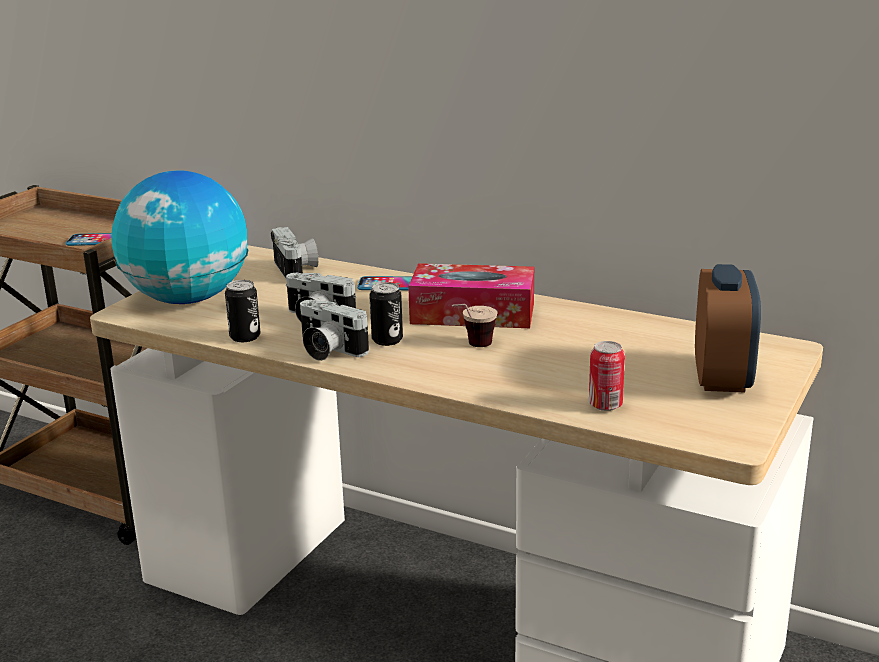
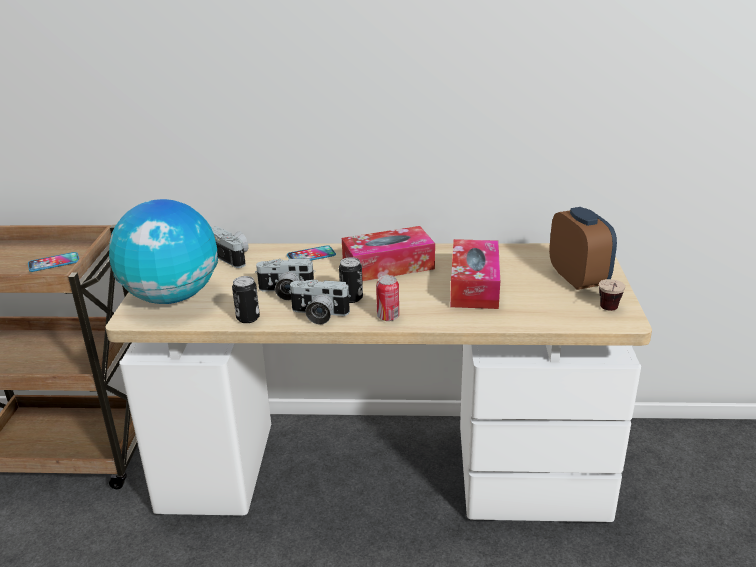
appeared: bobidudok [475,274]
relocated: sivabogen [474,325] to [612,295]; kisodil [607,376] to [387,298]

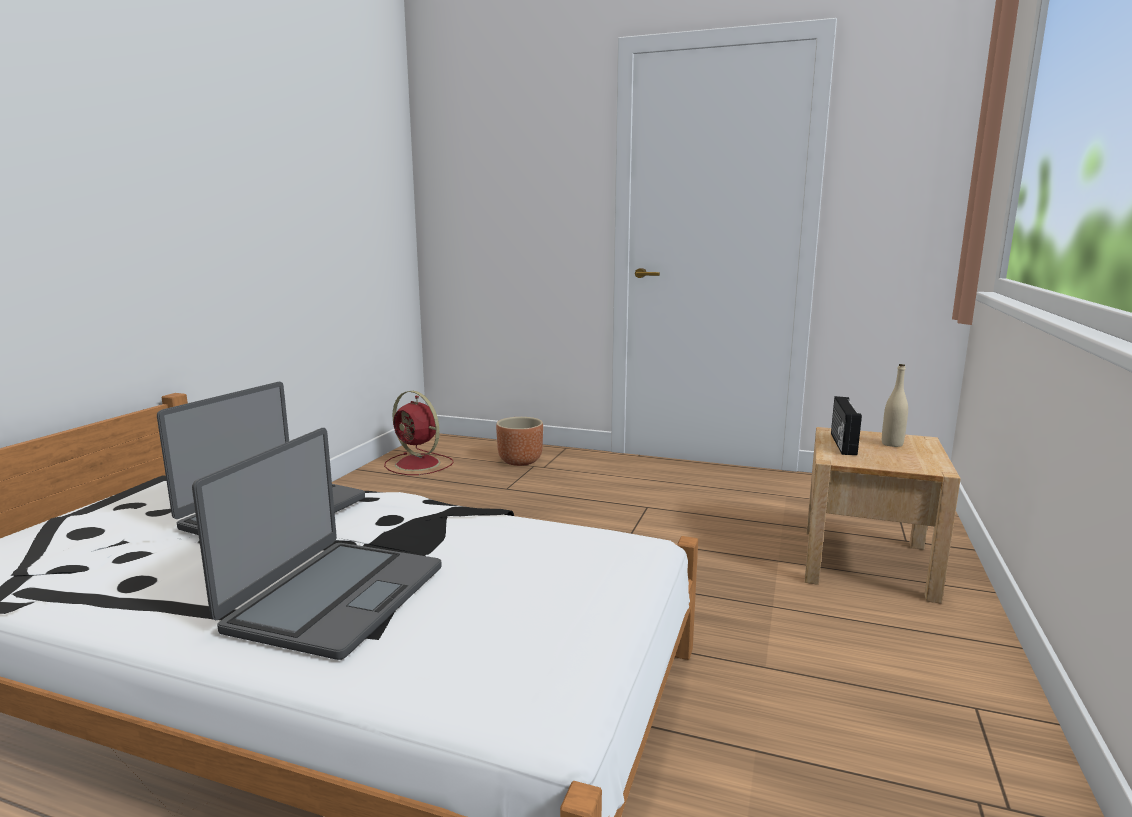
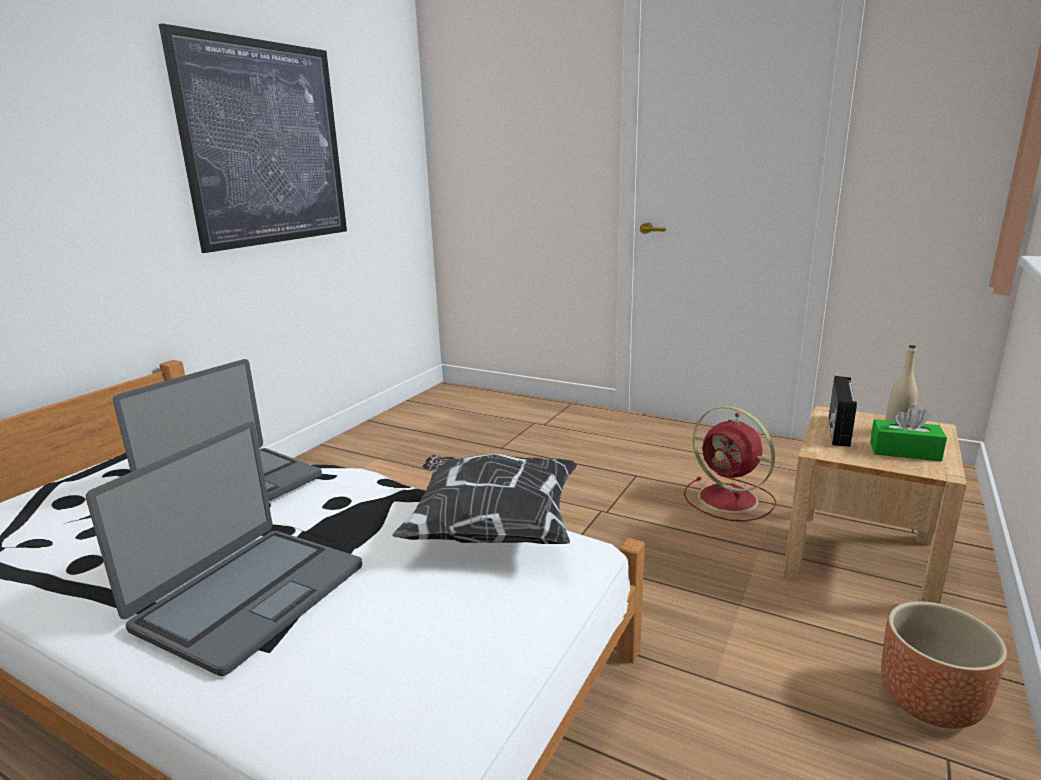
appeared: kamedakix [253,138]; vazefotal [484,499]; green bobidudok [908,433]
relocated: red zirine [419,433] to [730,464]; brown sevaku [519,441] to [944,664]

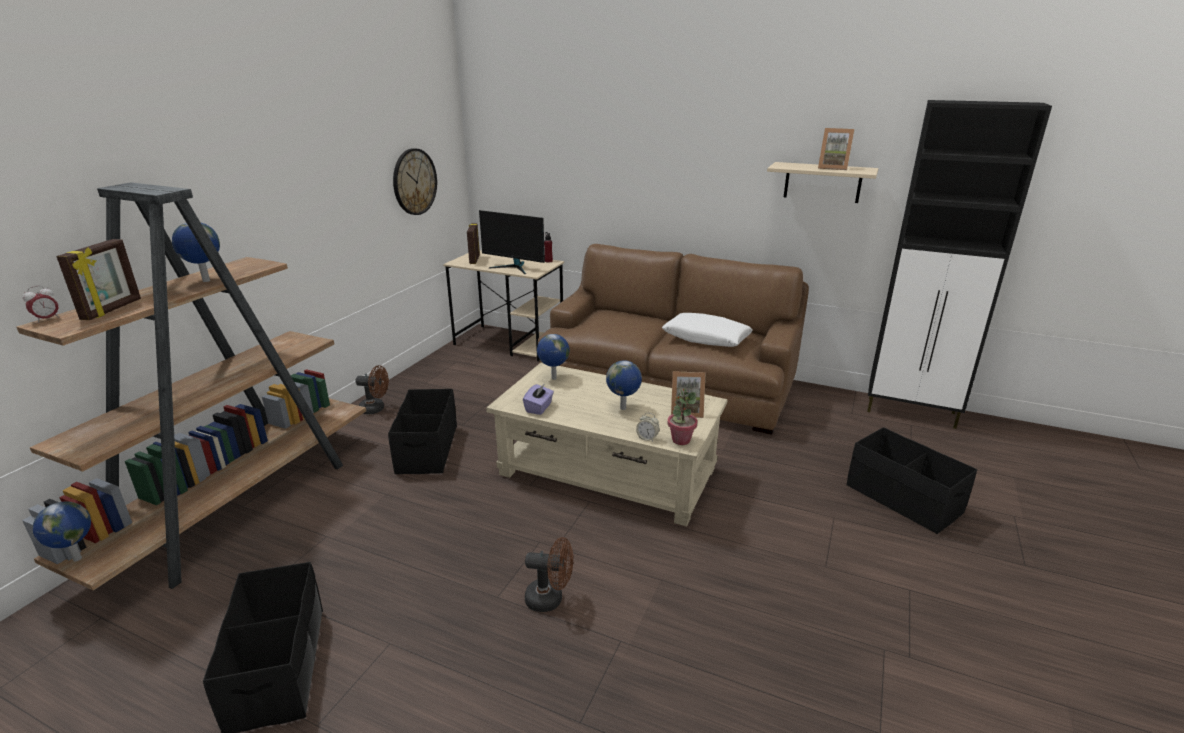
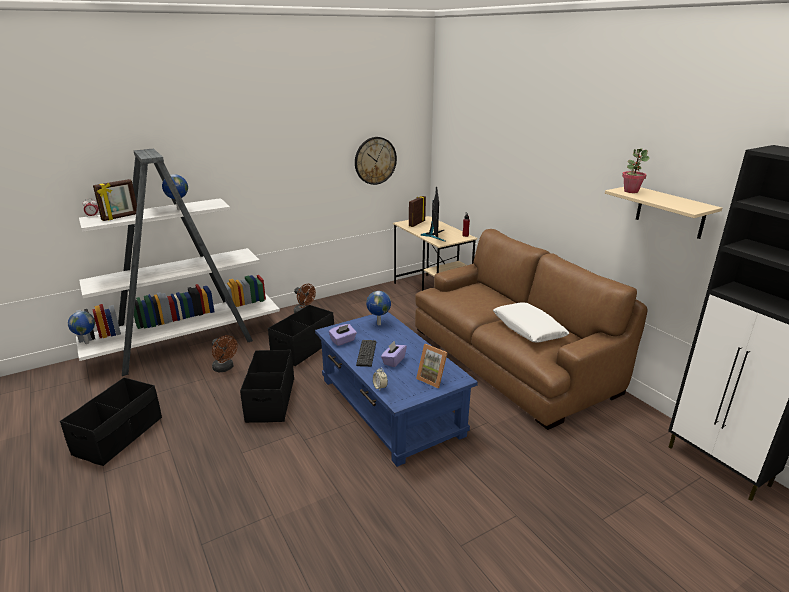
missing: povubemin [836,149]
appeared: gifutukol [366,353]
relocated: brown zirine [549,574] to [225,353]; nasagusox [682,416] to [635,170]; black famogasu [912,480] to [267,386]
exchanged: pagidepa [624,385] to purple bobidudok [394,354]
colour: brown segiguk [191,386] to white segiguk [178,262]; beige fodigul [606,445] to blue fodigul [396,389]
spun: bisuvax [512,242] = [433,214] 150 degrees counterclockwise

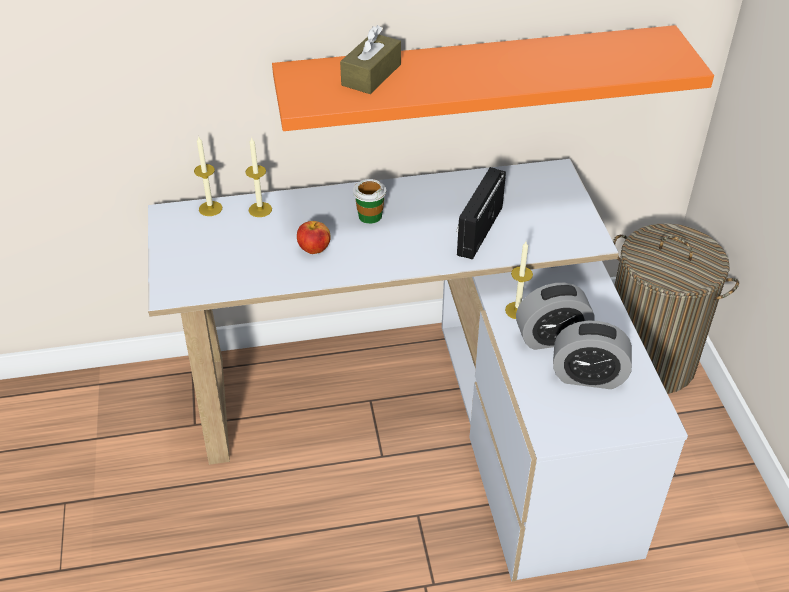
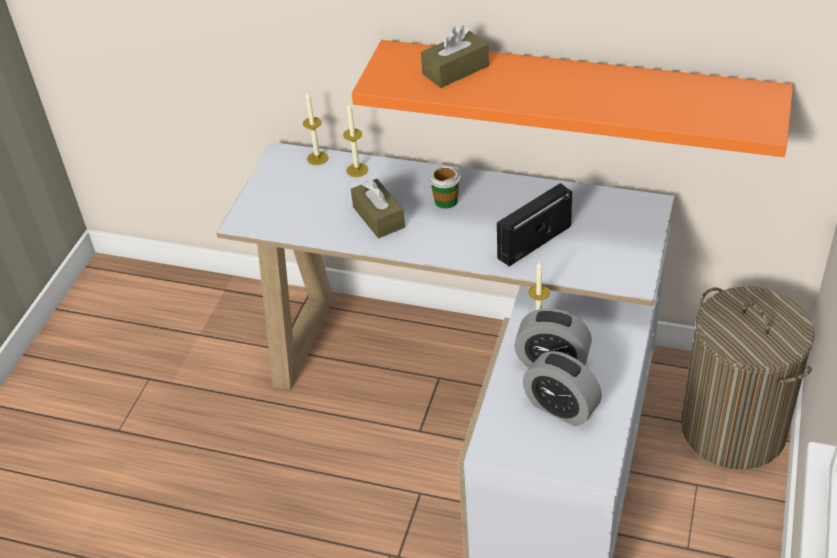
exchanged: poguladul [314,237] to brown bobidudok [378,208]

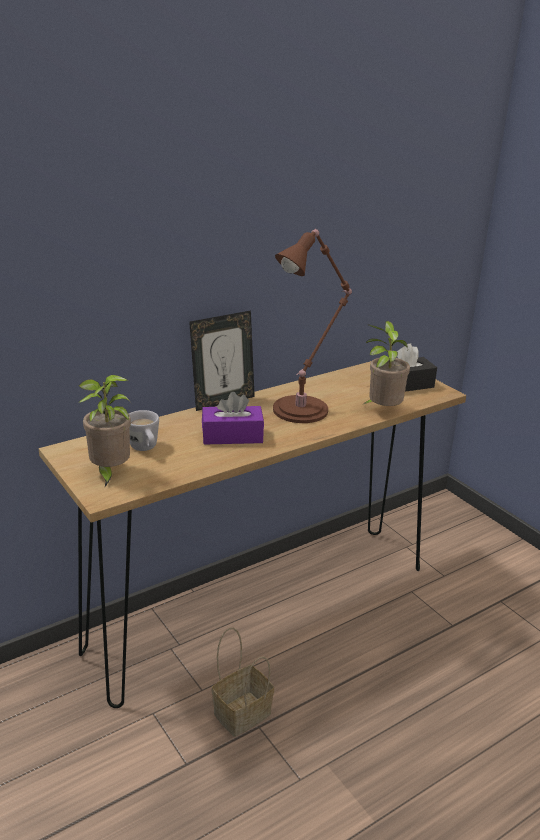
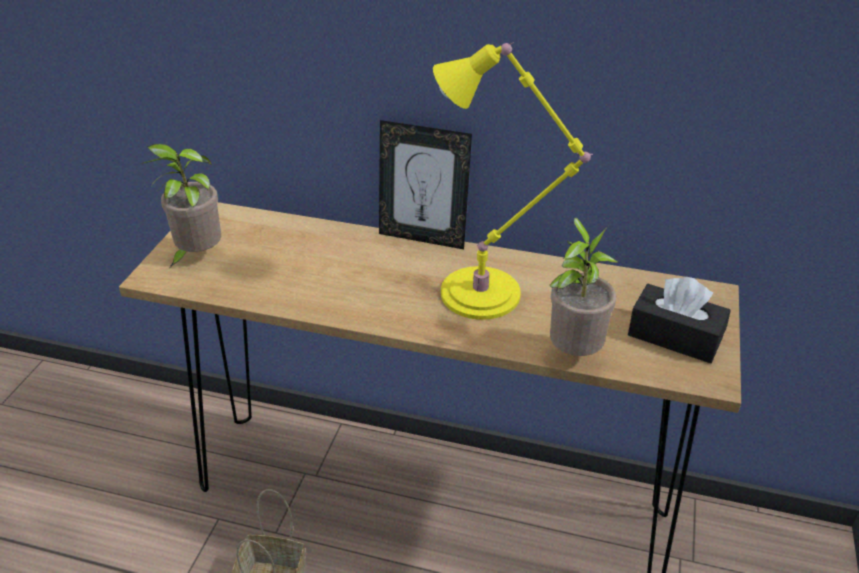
missing: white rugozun [144,430]; purple bobidudok [233,418]
colour: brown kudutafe [312,325] to yellow kudutafe [513,181]

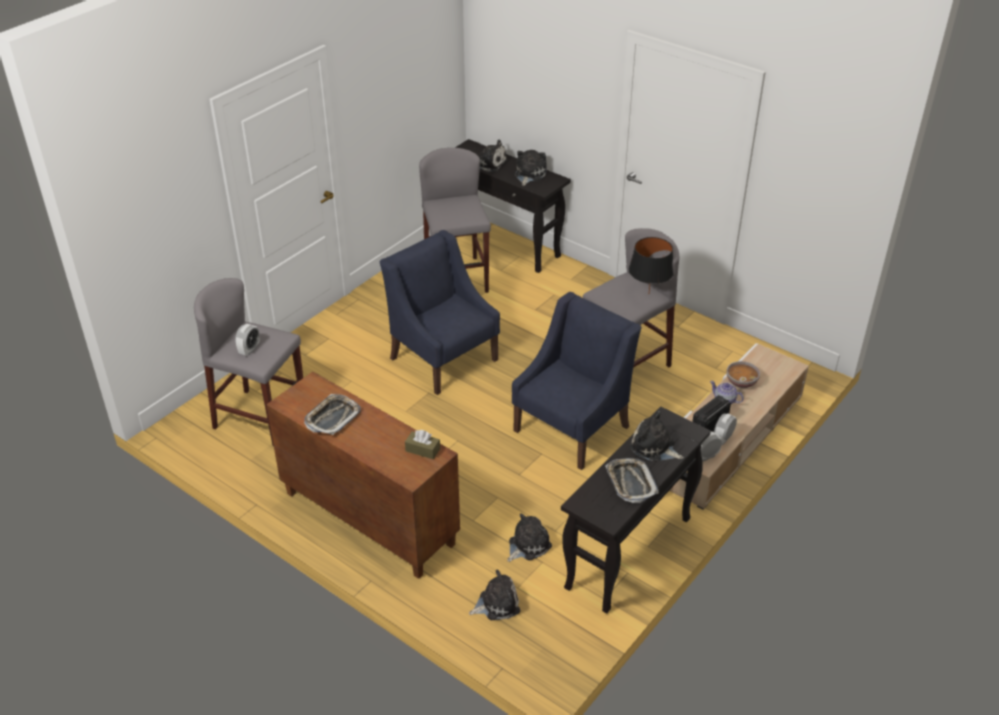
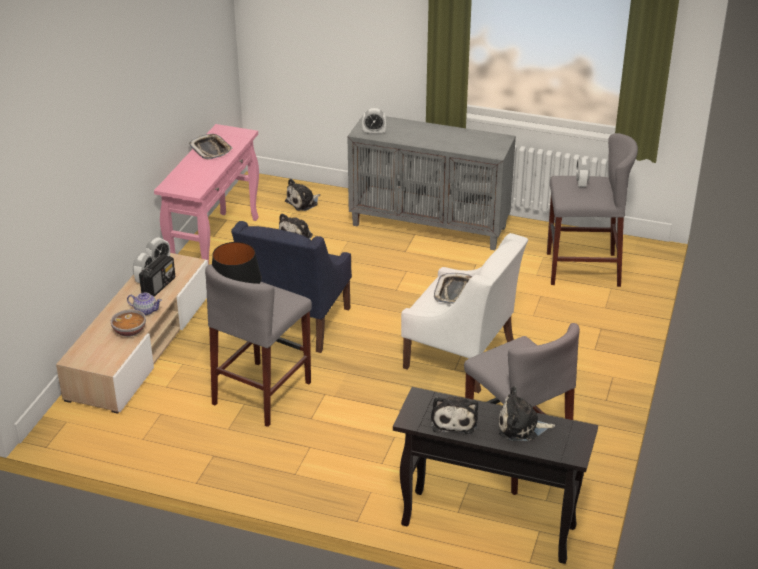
missing: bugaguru [657,436]
relocated: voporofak [332,414] to [453,288]
exchanged: brown bobidudok [422,444] to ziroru [374,121]
colour: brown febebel [363,475] to grey febebel [431,183]; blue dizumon [439,312] to white dizumon [464,313]; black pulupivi [636,510] to pink pulupivi [206,194]

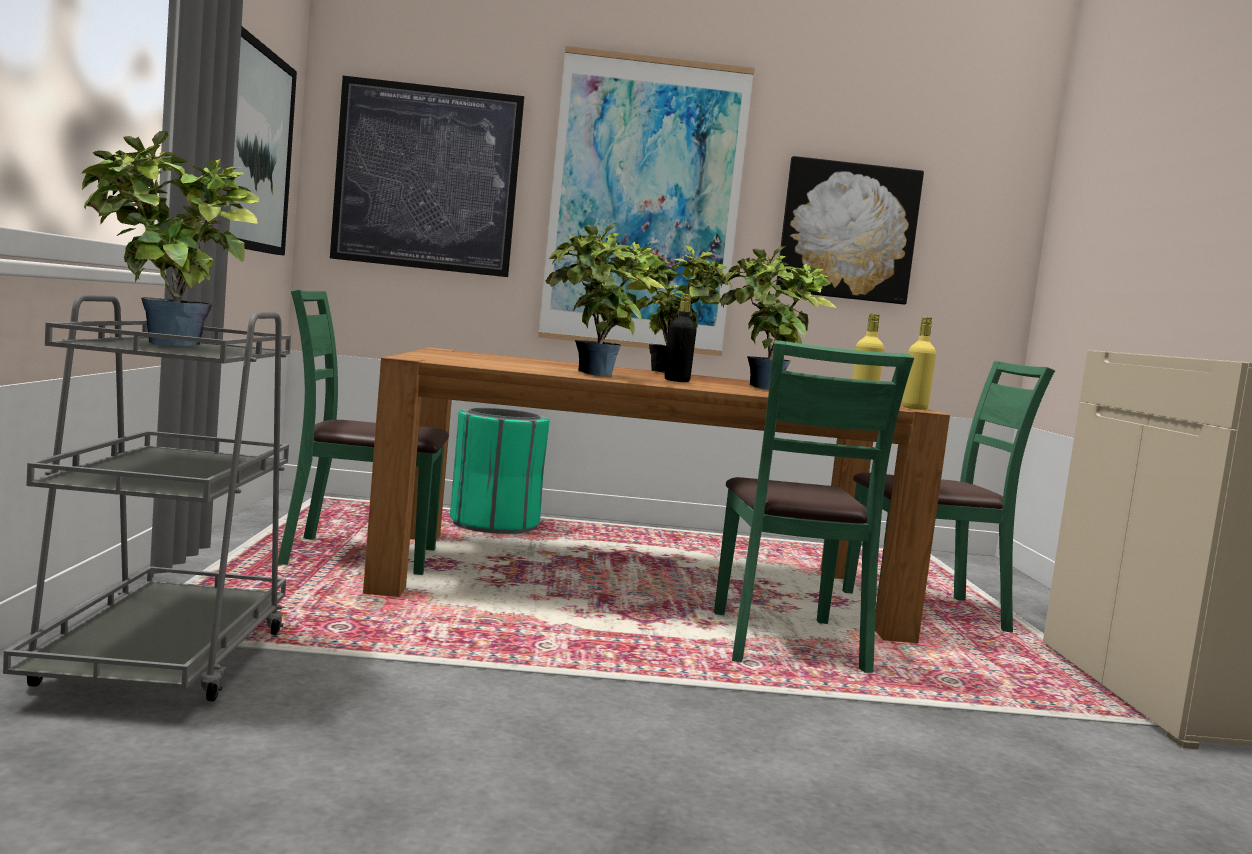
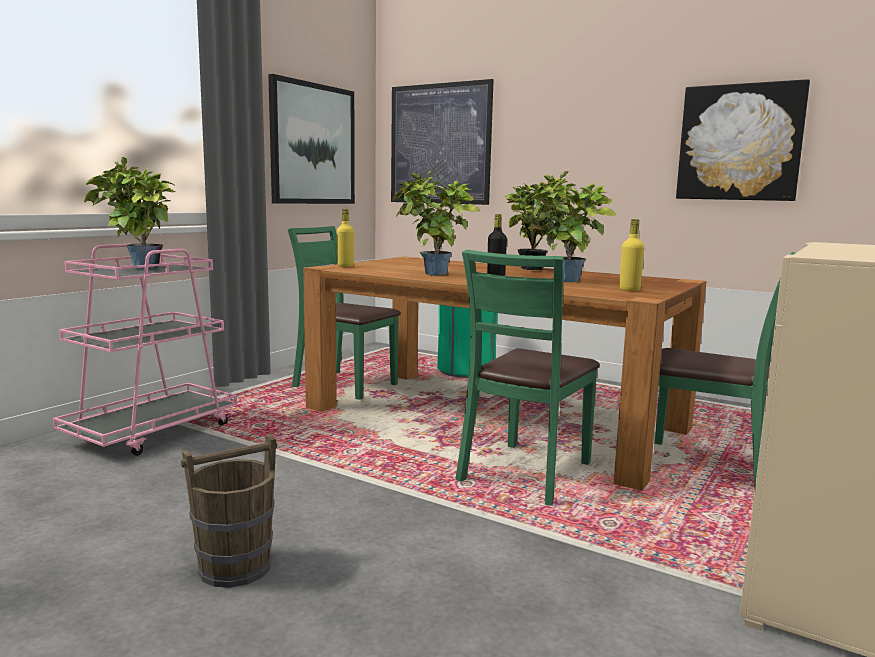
missing: kamedakix [646,201]
appeared: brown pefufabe [229,511]
relocated: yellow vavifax [919,363] to [345,238]
colour: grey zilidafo [147,498] to pink zilidafo [145,350]

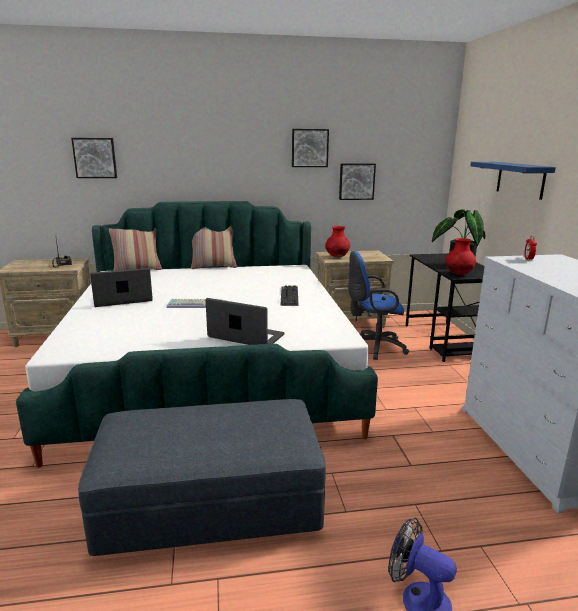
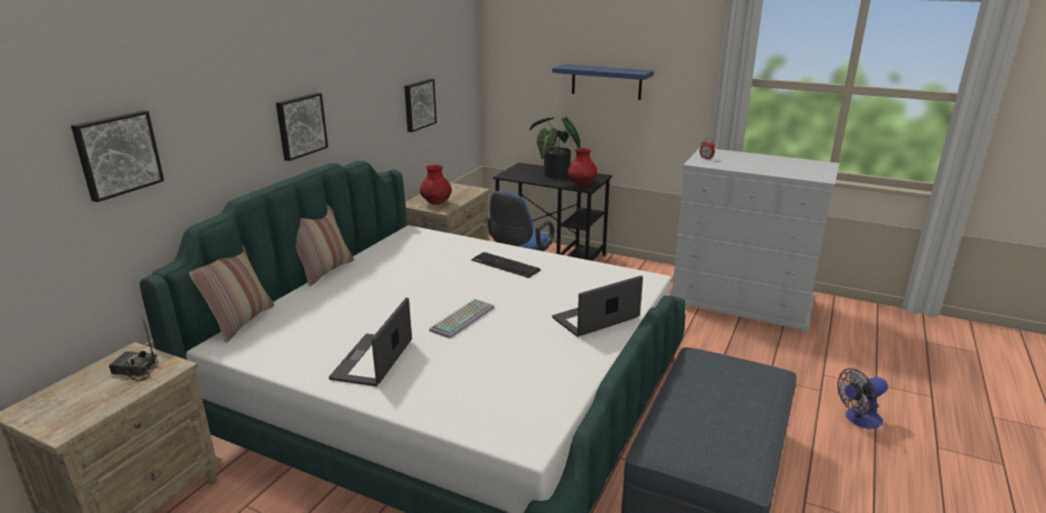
relocated: kamedakix [310,148] to [302,127]

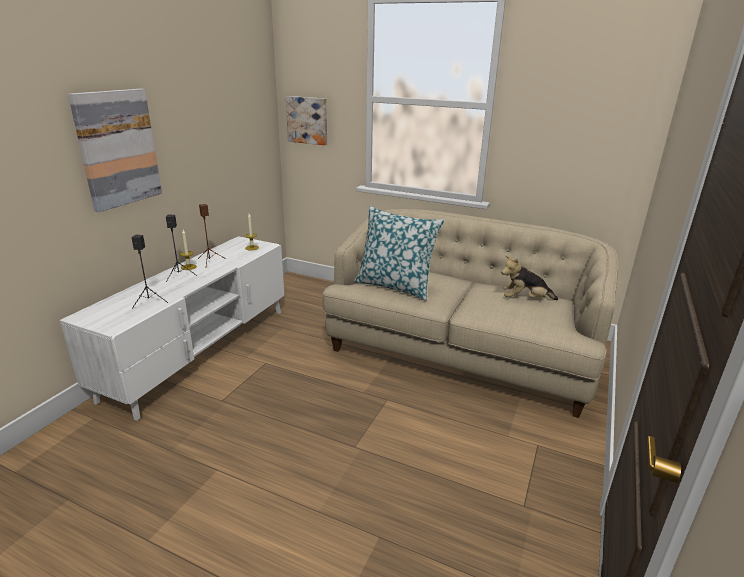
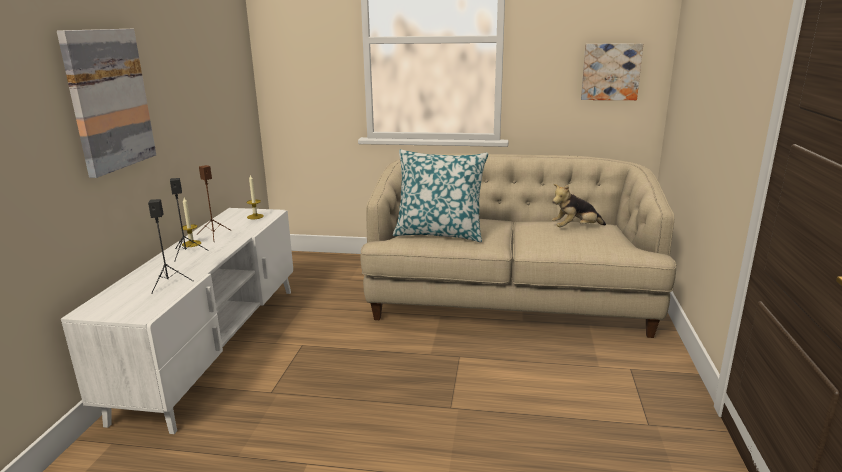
relocated: kamedakix [306,120] to [612,71]

